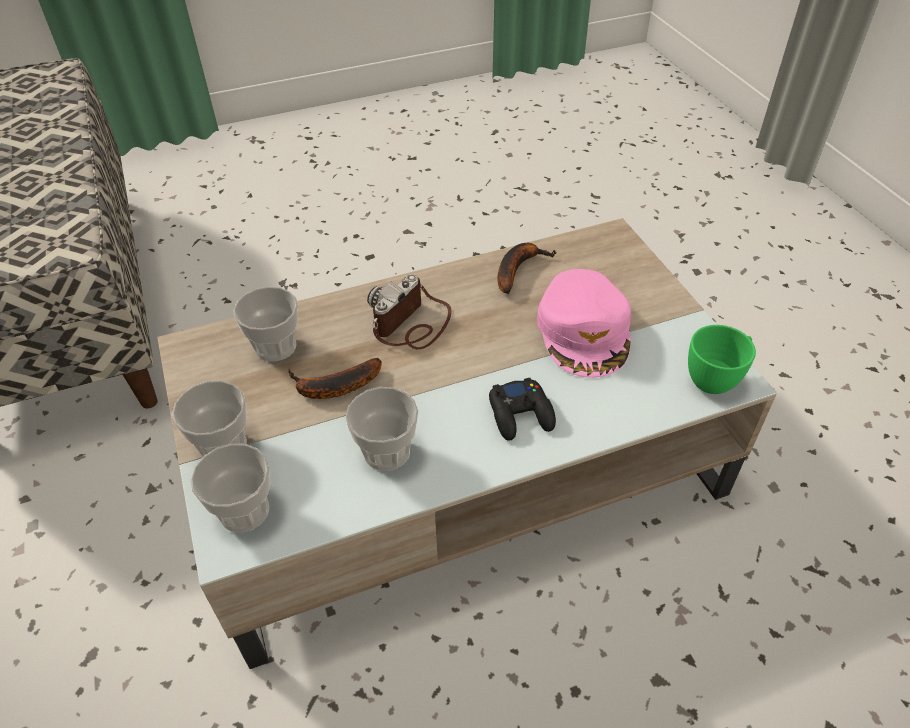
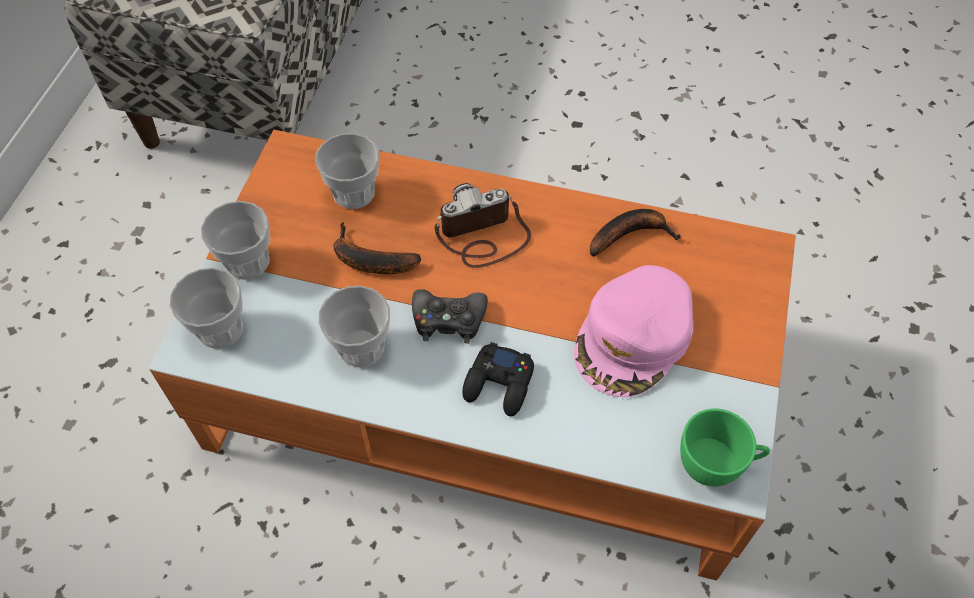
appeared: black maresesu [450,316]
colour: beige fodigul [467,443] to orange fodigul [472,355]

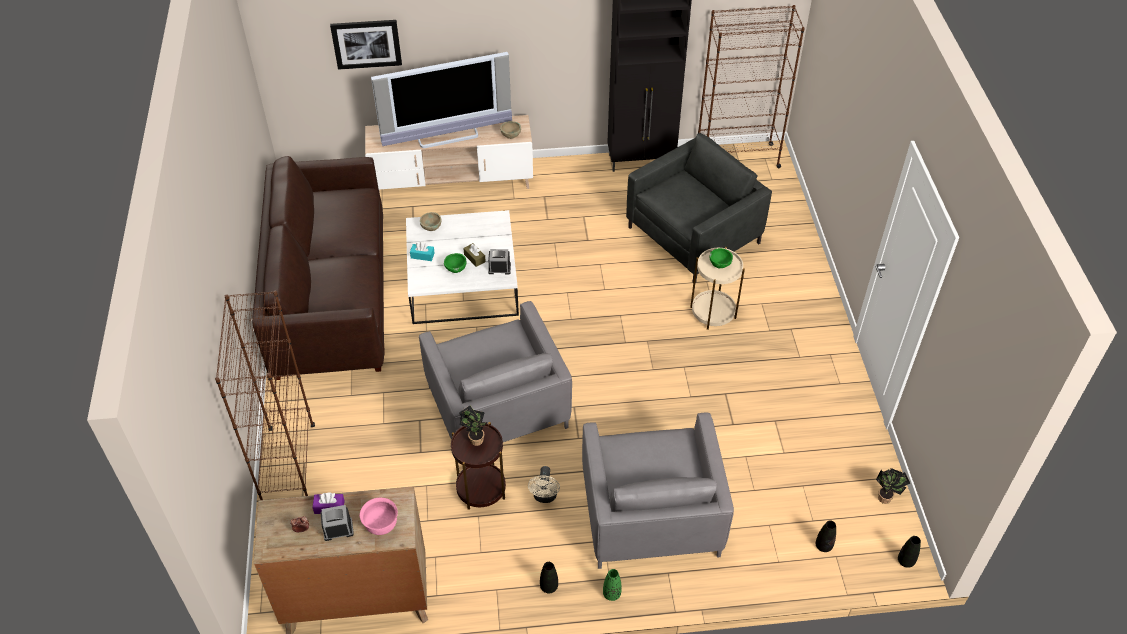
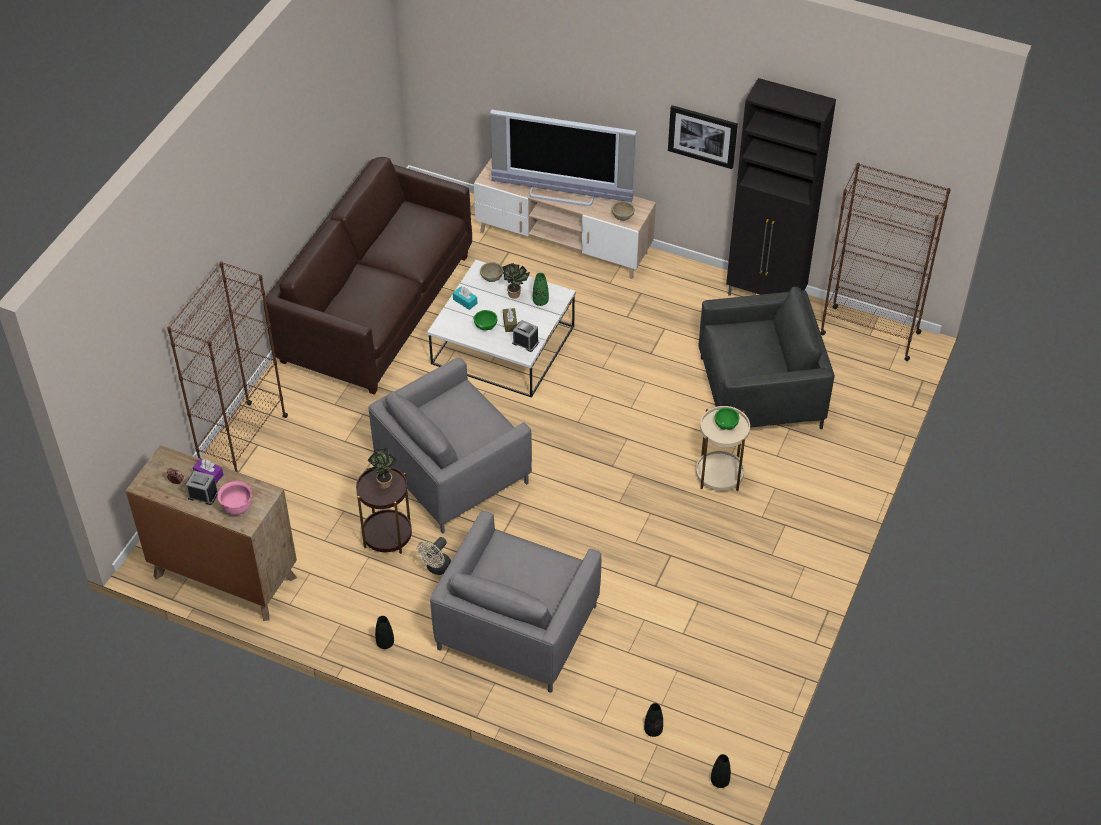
relocated: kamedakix [366,45] to [703,137]; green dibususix [612,585] to [541,289]; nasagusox [893,486] to [516,281]
spun: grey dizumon [495,371] = [450,445] 45 degrees clockwise

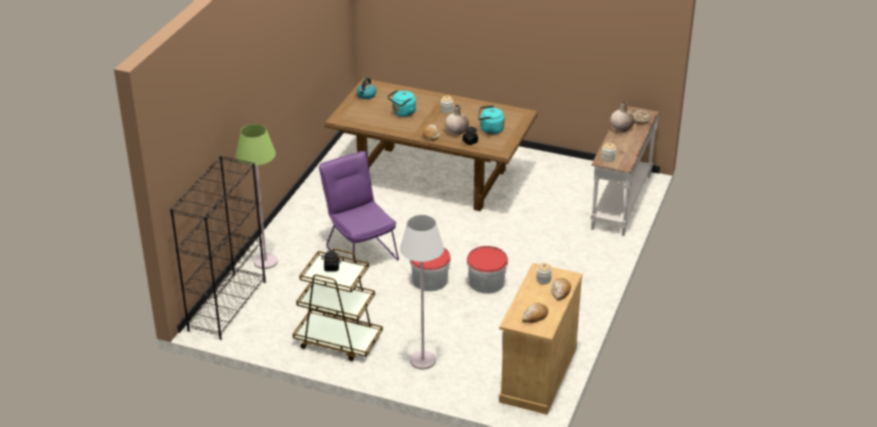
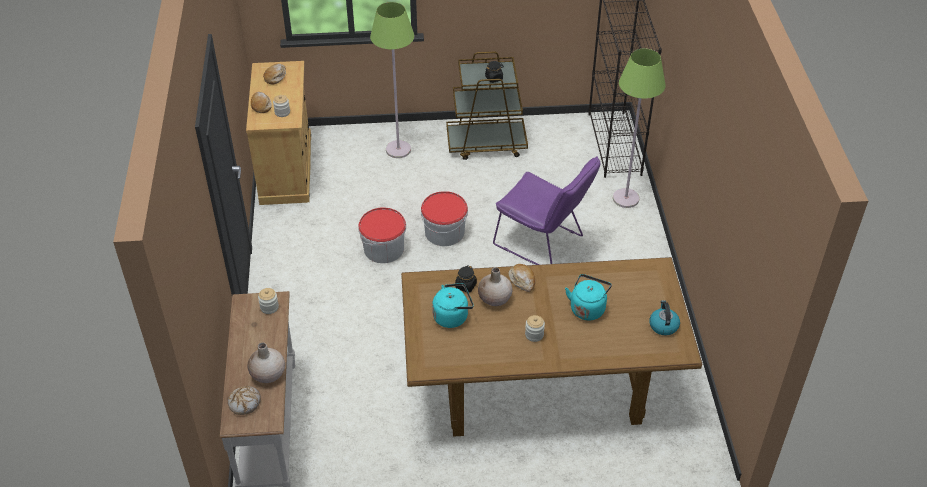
colour: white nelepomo [422,292] to green nelepomo [392,80]

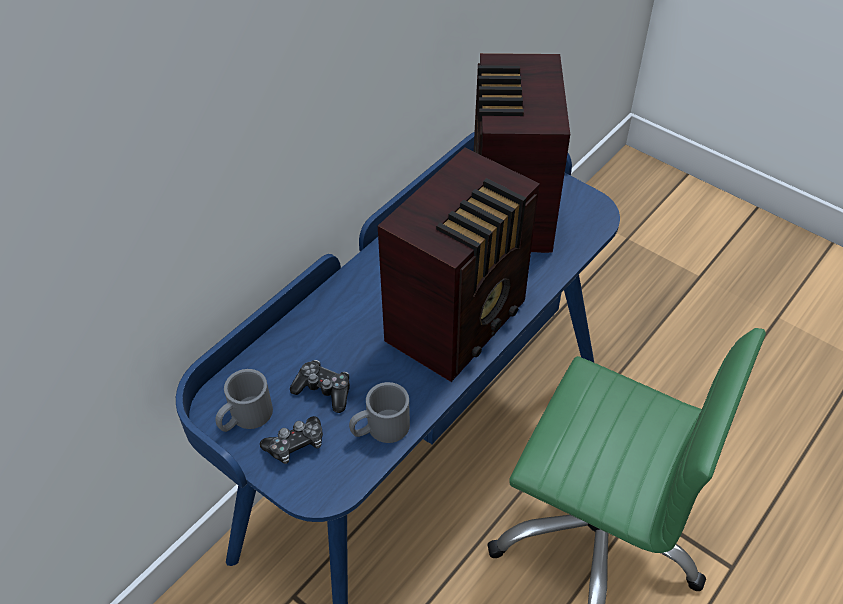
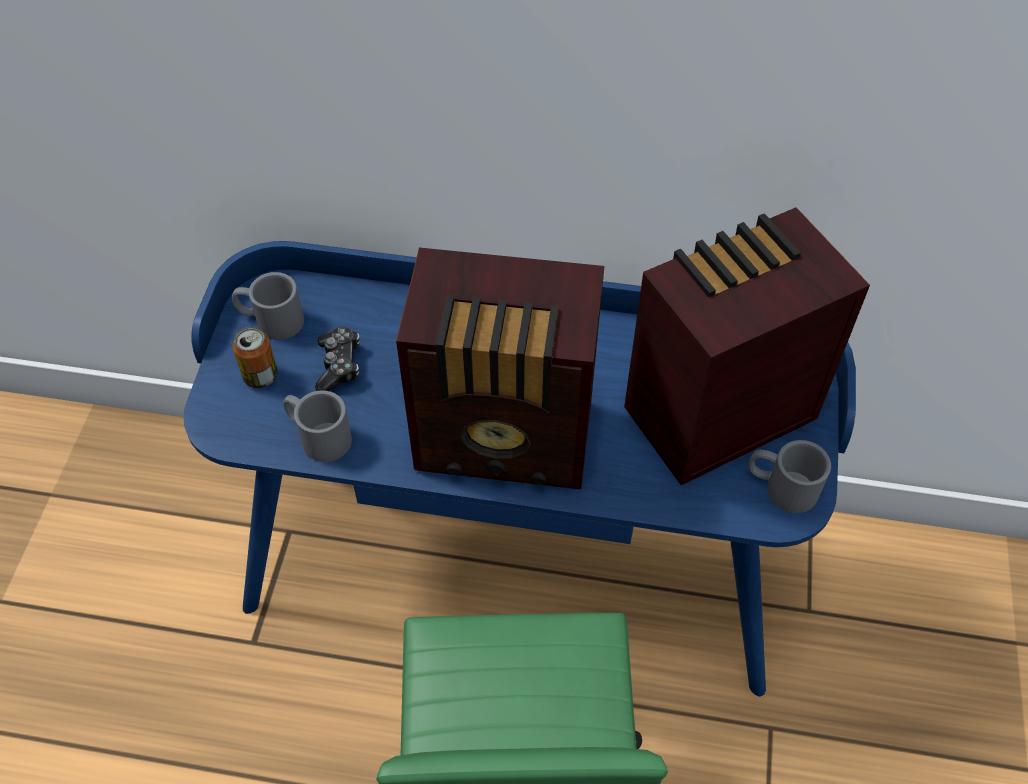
appeared: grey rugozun [789,476]
exchanged: maresesu [291,440] to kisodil [255,357]

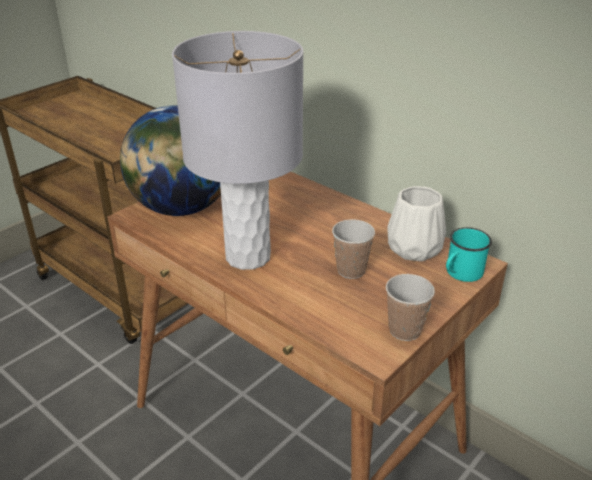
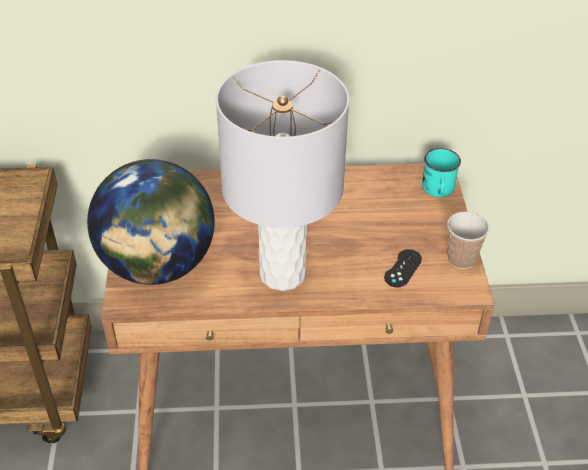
missing: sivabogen [353,249]; white dibususix [416,223]
appeared: black maresesu [403,268]

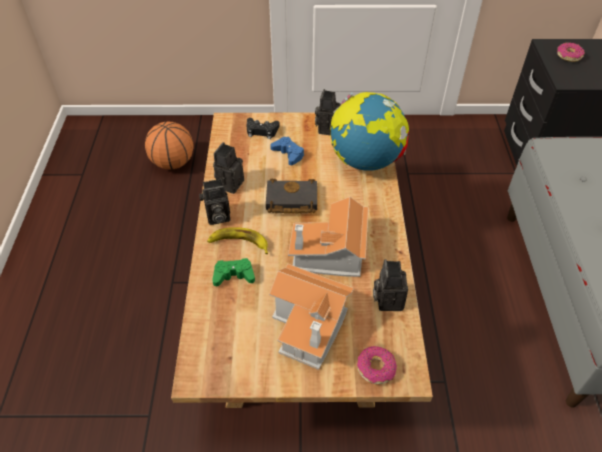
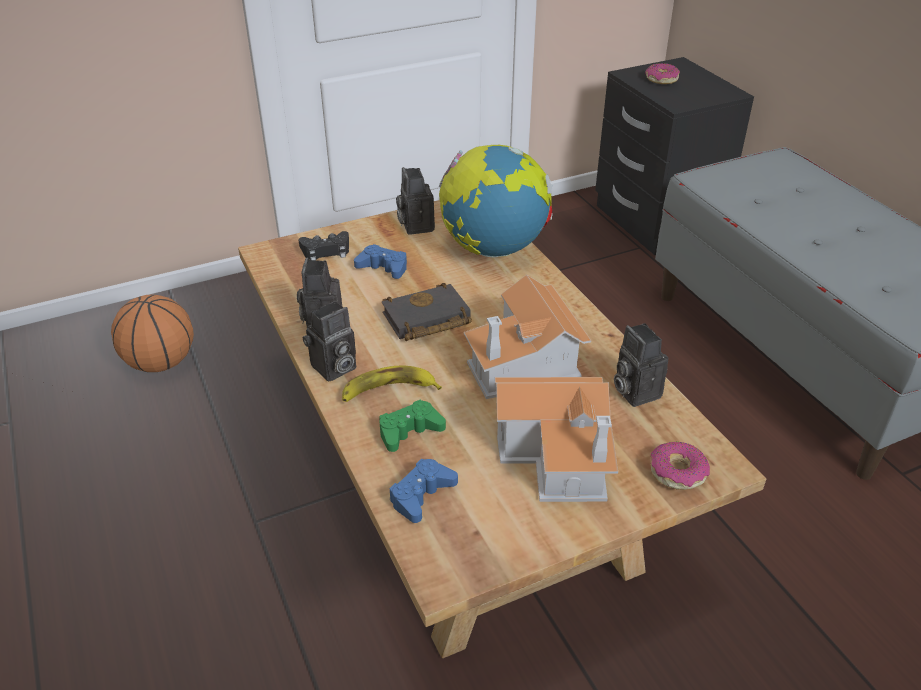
appeared: blue maresesu [424,491]

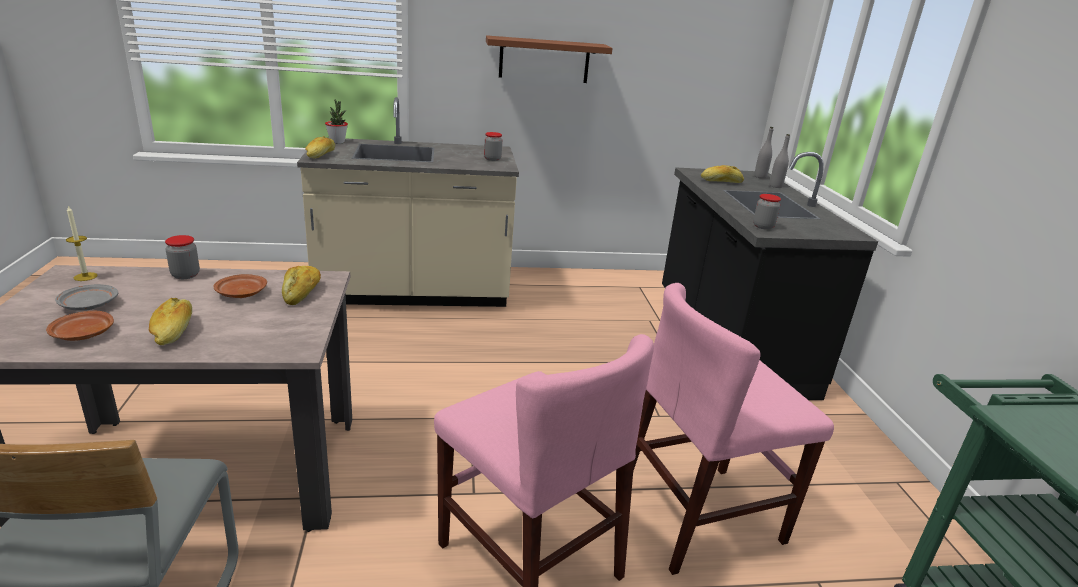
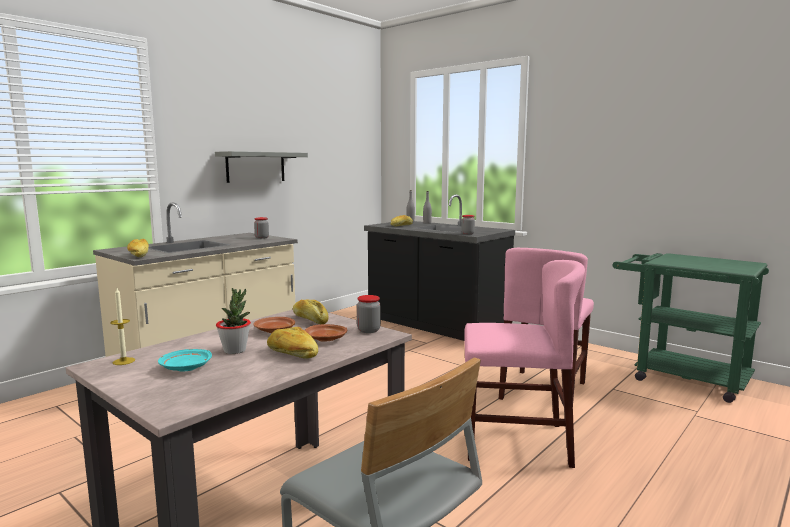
relocated: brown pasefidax [80,326] to [326,333]; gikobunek [182,257] to [369,314]; nasagusox [336,122] to [233,321]
colour: grey pasefidax [86,297] to turquoise pasefidax [185,360]; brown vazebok [549,59] to grey vazebok [261,167]

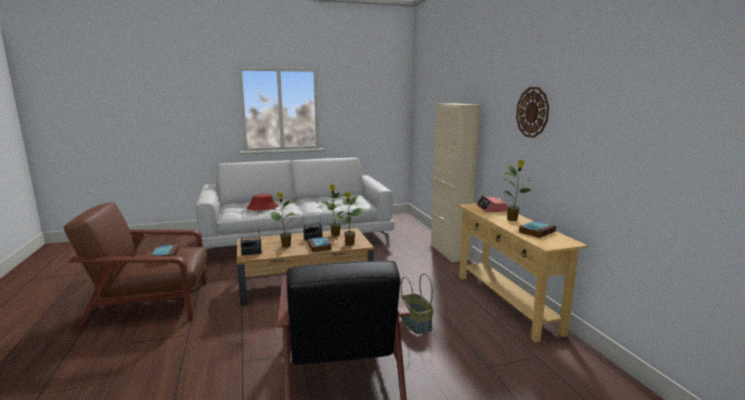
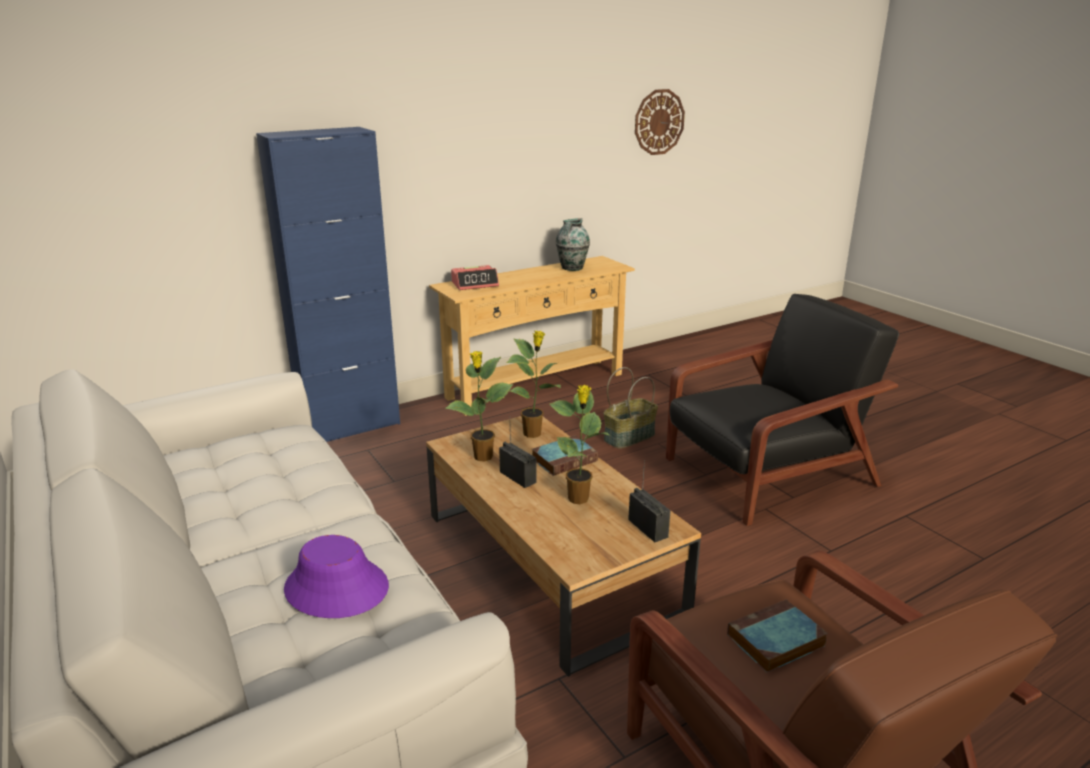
missing: nasagusox [516,190]
relocated: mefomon [532,112] to [660,122]
exchanged: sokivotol [537,229] to dibususix [573,244]
colour: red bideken [262,202] to purple bideken [336,576]; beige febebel [456,182] to blue febebel [328,284]

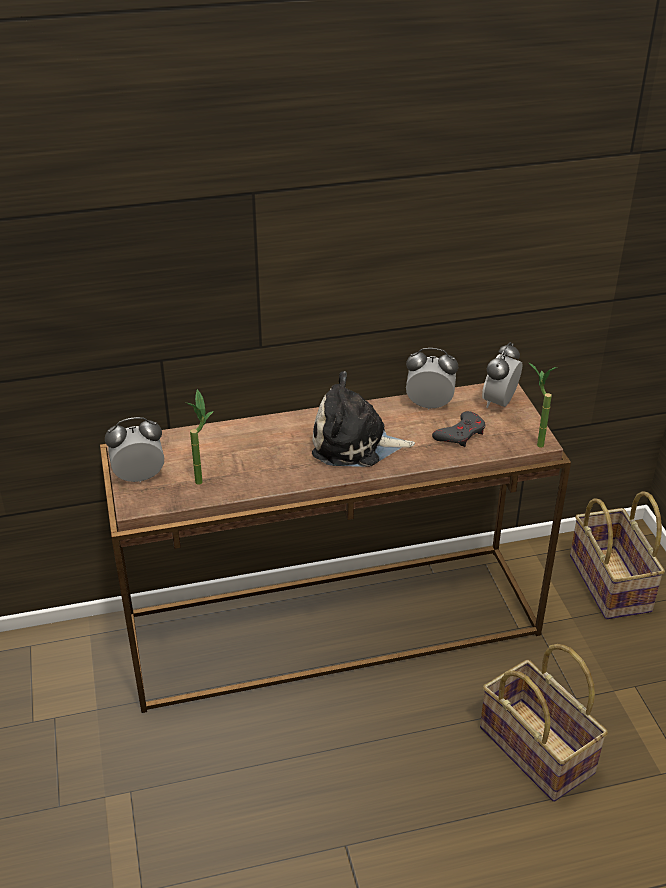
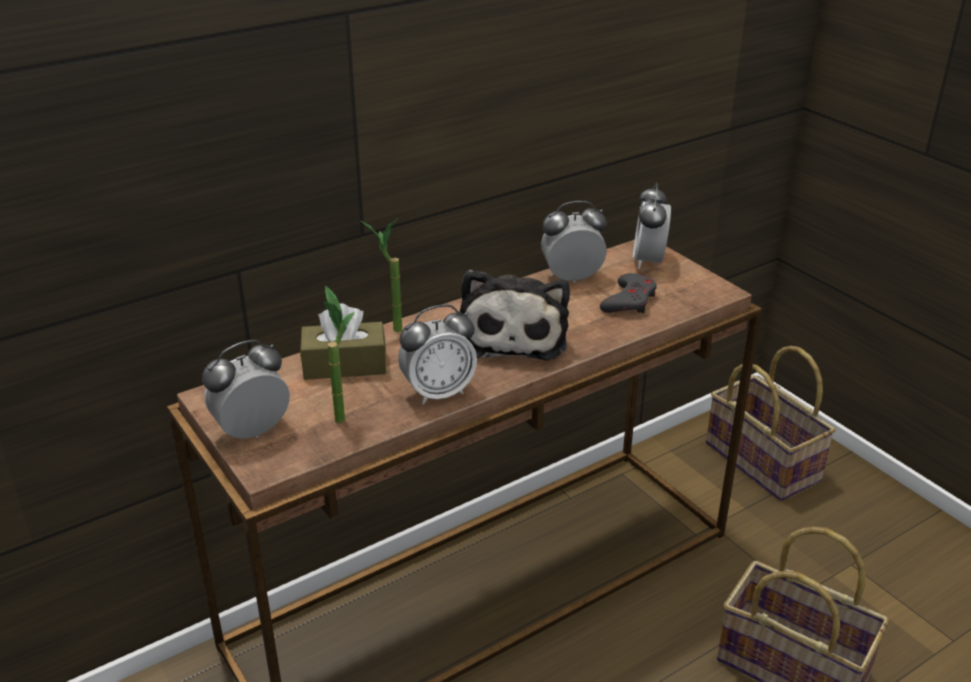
appeared: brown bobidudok [343,341]; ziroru [437,355]
relocated: nasagusox [542,405] to [381,275]
spun: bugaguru [363,419] = [514,315] 75 degrees counterclockwise

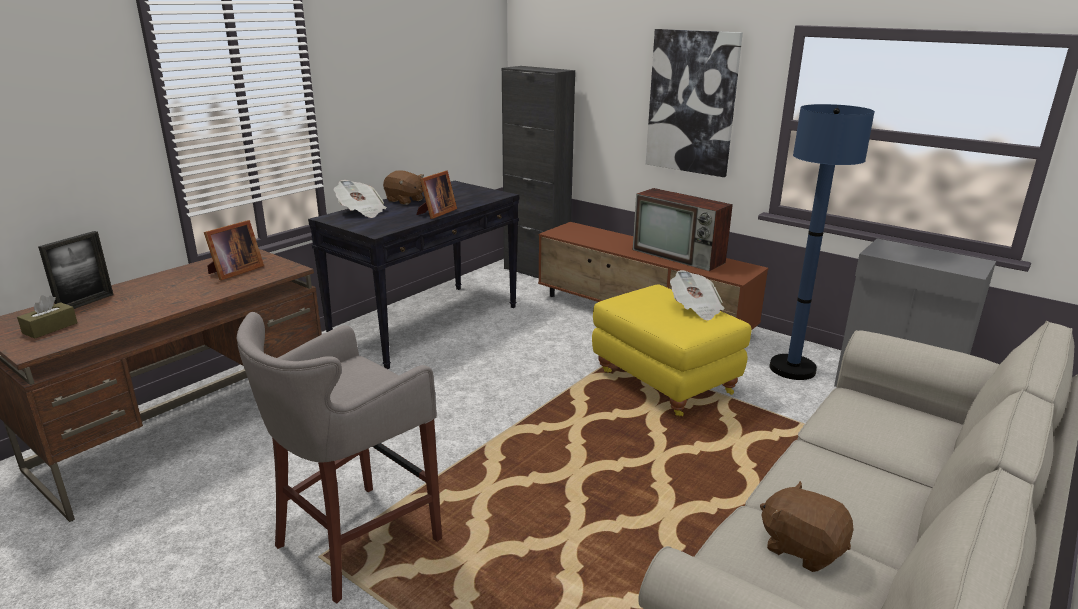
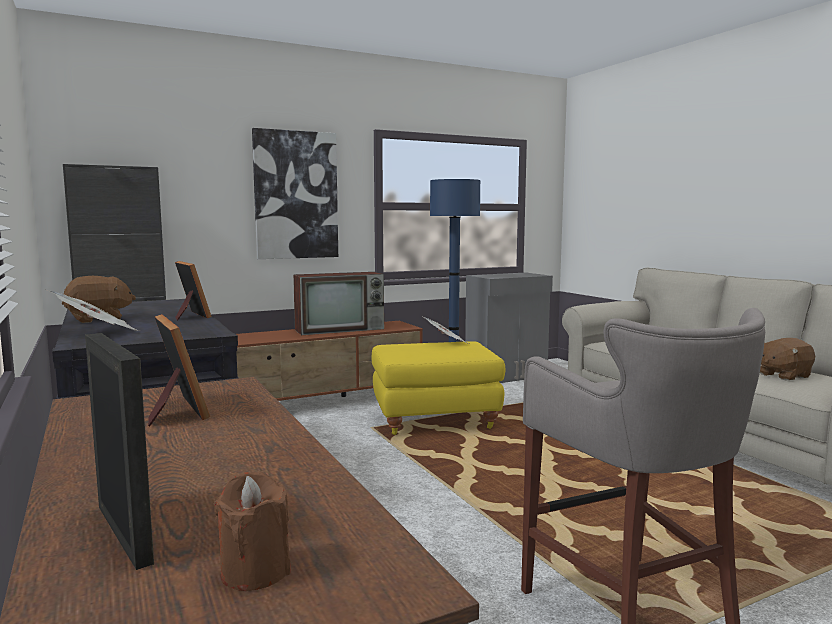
exchanged: brown bobidudok [47,317] to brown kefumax [252,531]

